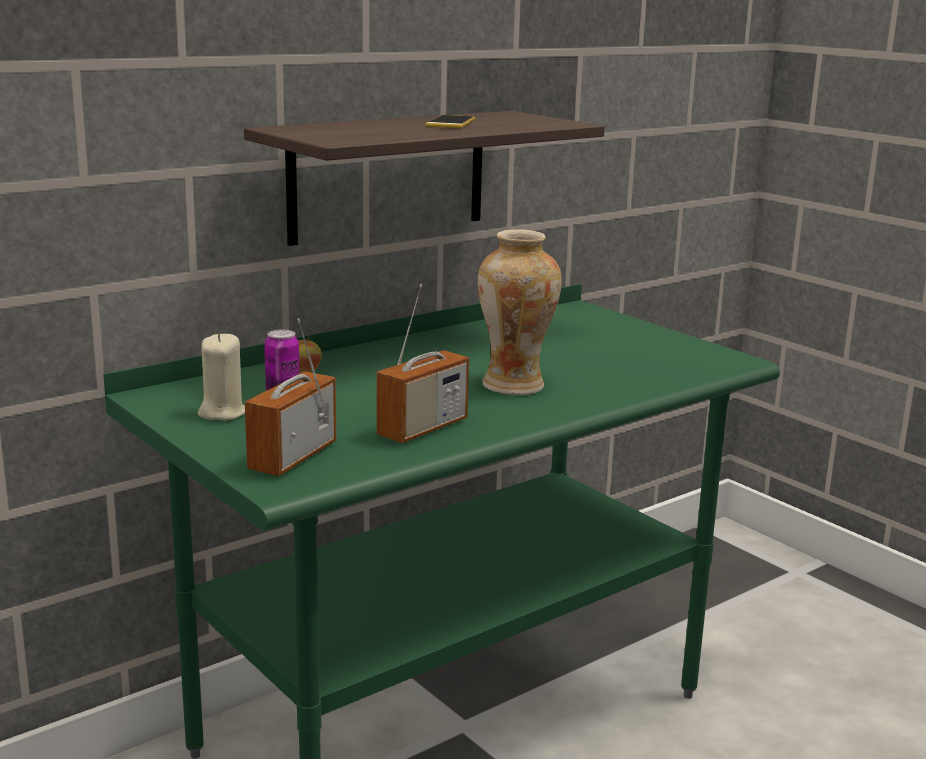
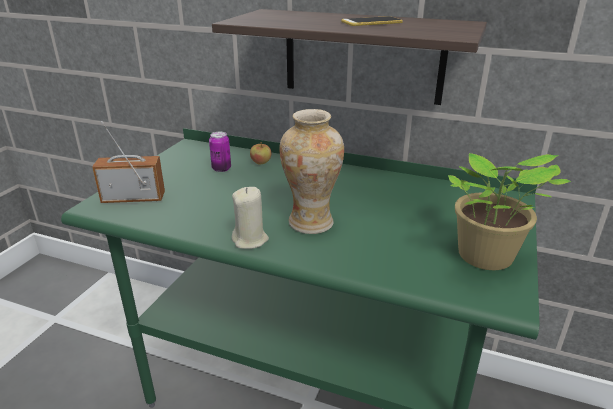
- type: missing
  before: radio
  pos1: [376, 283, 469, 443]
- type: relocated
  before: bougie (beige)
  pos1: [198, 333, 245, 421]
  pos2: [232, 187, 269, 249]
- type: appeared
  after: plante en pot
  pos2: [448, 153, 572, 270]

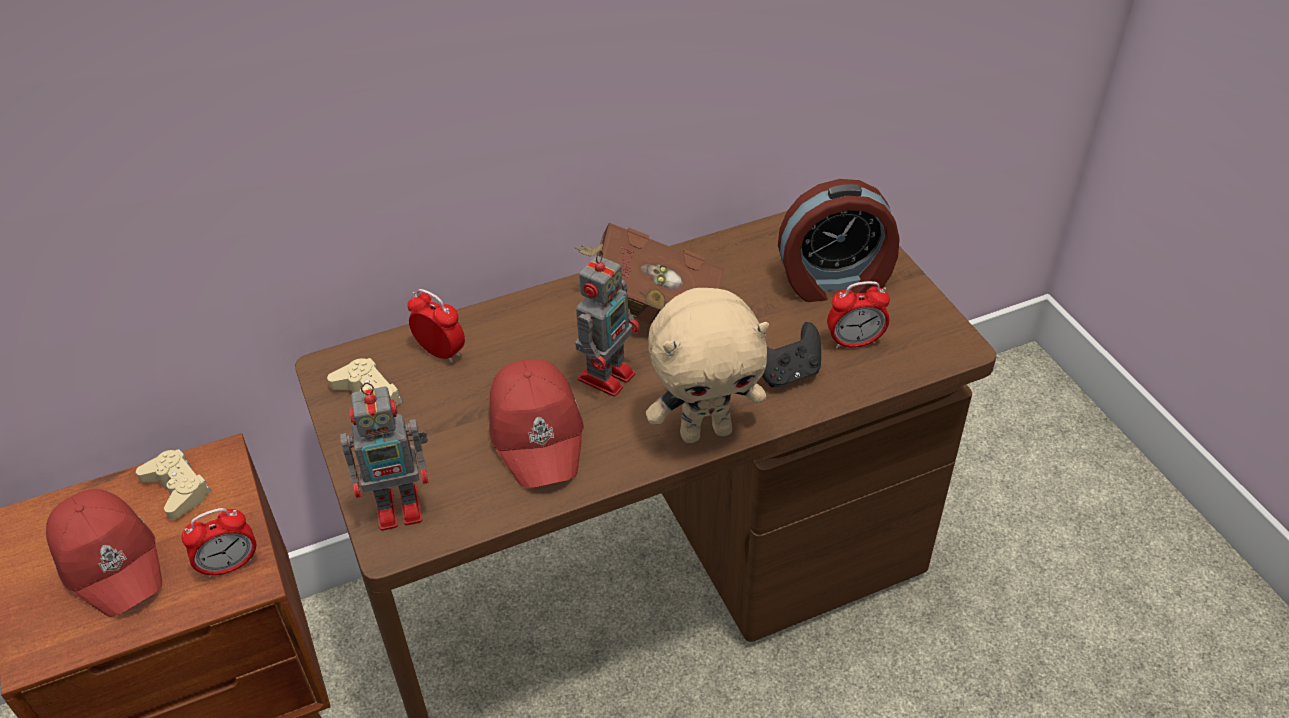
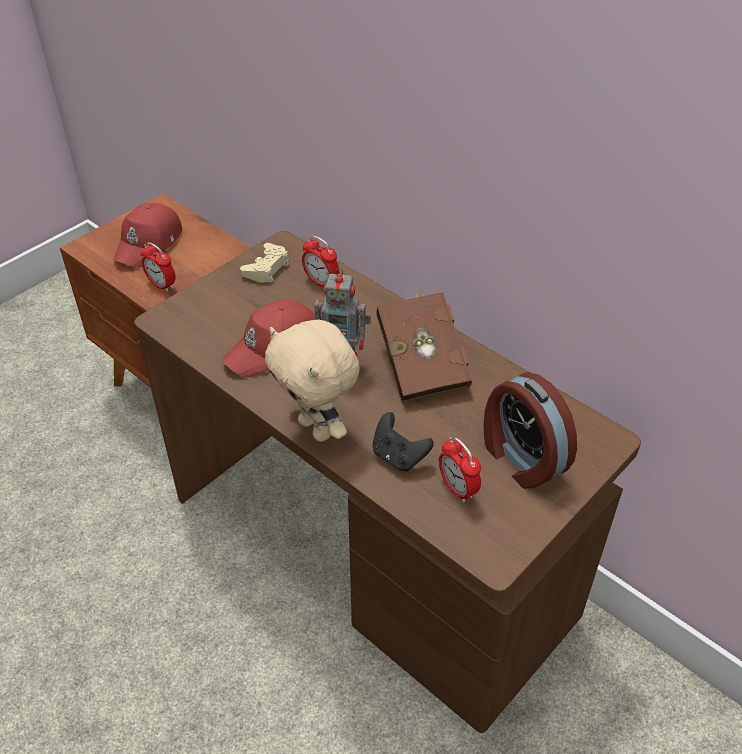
- type: spun
  before: réveil
  pos1: [407, 289, 465, 363]
  pos2: [302, 236, 339, 287]
  turn: 120
- type: missing
  before: robot jouet
  pos1: [340, 383, 429, 531]
- type: missing
  before: manette (beige)
  pos1: [136, 449, 212, 519]

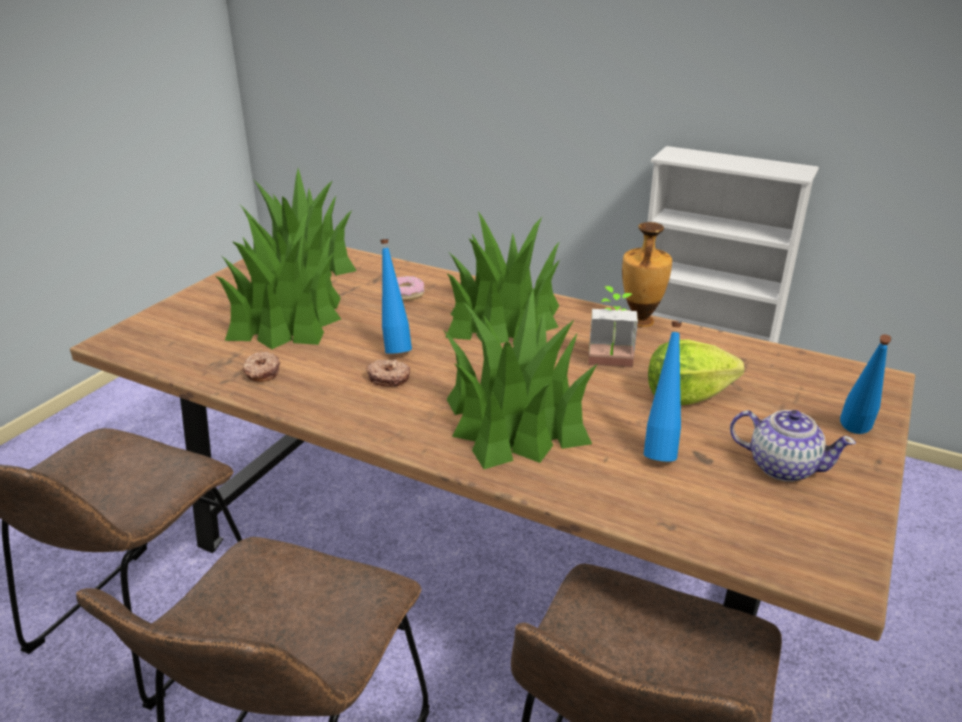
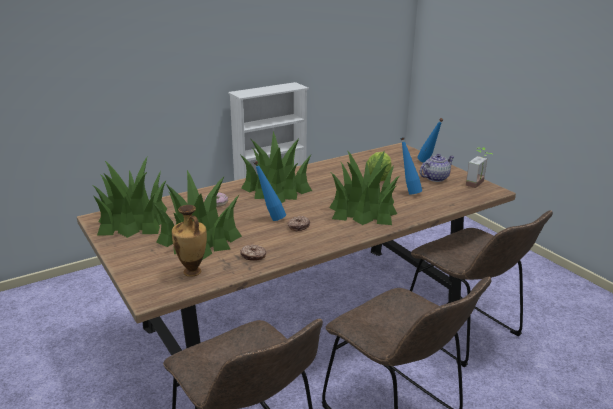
- type: relocated
  before: vase
  pos1: [622, 222, 672, 327]
  pos2: [172, 205, 207, 277]
- type: relocated
  before: plante en pot
  pos1: [588, 286, 638, 368]
  pos2: [466, 147, 494, 188]

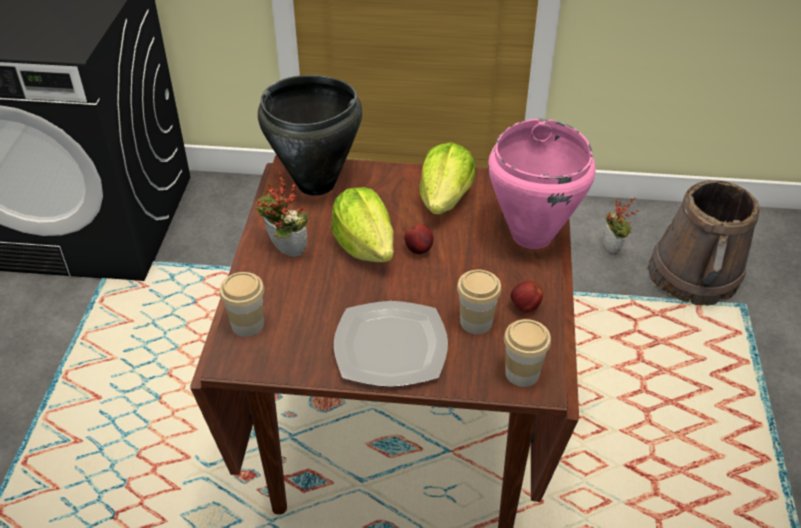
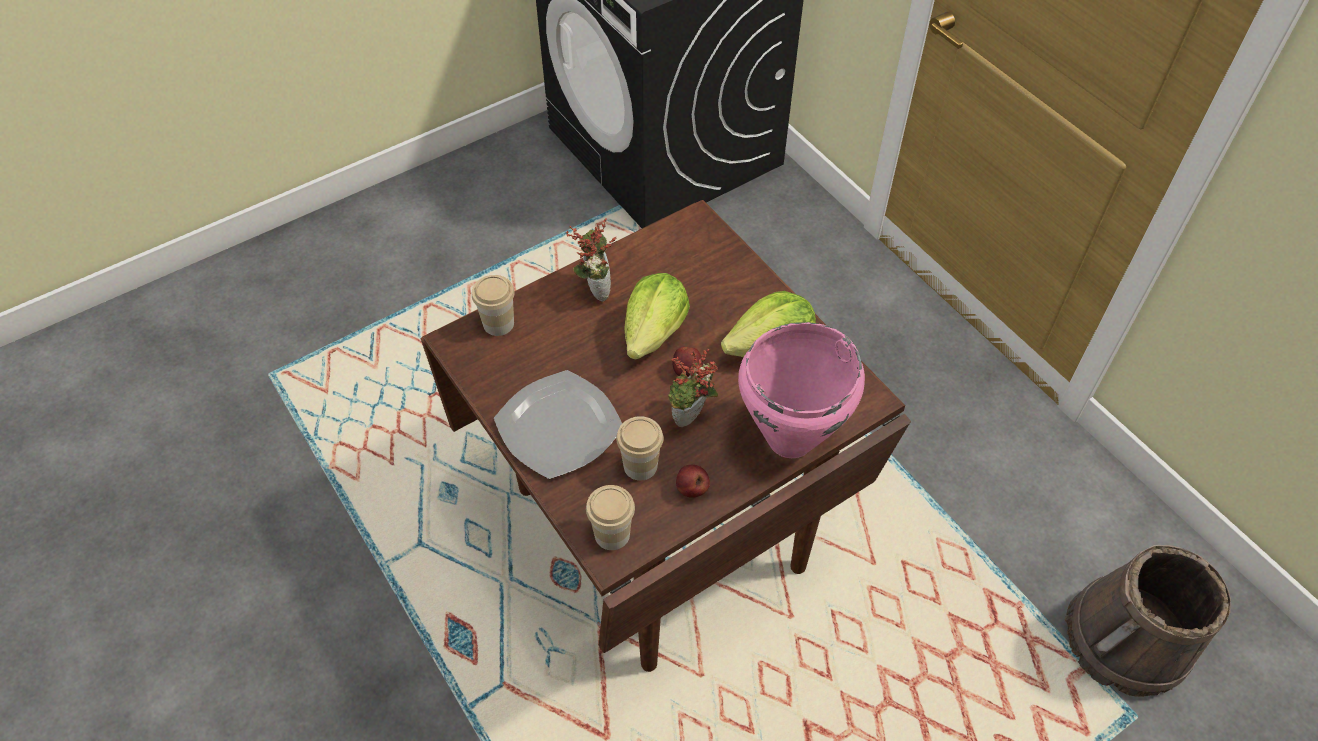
- type: missing
  before: marmite (noir)
  pos1: [258, 75, 363, 196]
- type: relocated
  before: plante en pot
  pos1: [603, 197, 638, 256]
  pos2: [668, 349, 718, 427]

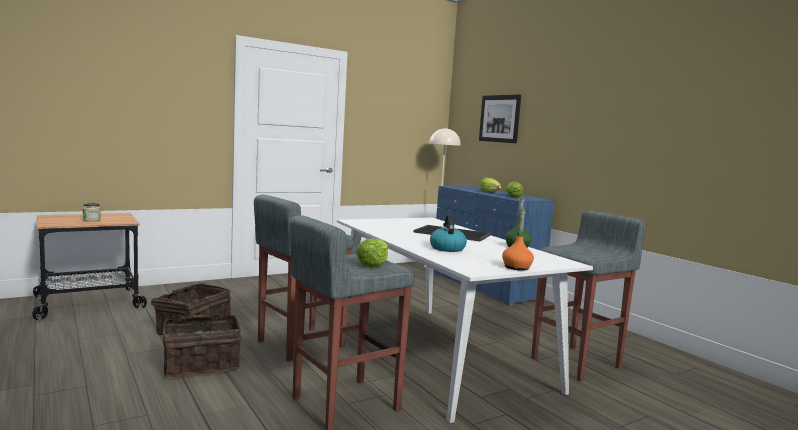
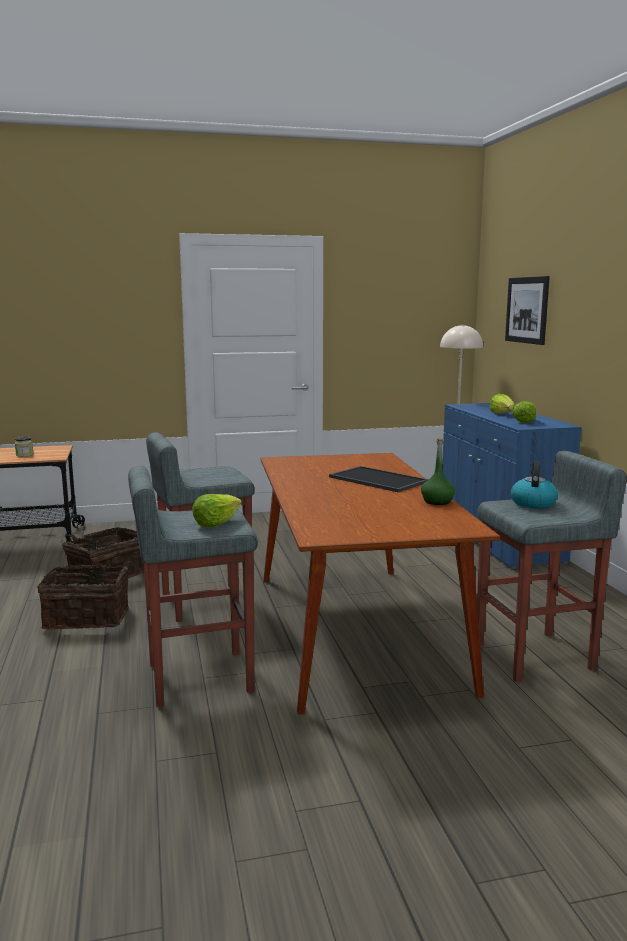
- type: missing
  before: bouteille (orange)
  pos1: [502, 209, 534, 271]
- type: relocated
  before: bouilloire
  pos1: [430, 214, 467, 252]
  pos2: [511, 461, 558, 509]
- type: colour
  before: table à manger (blanc)
  after: table à manger (marron)
  pos1: [337, 218, 593, 423]
  pos2: [261, 453, 500, 715]

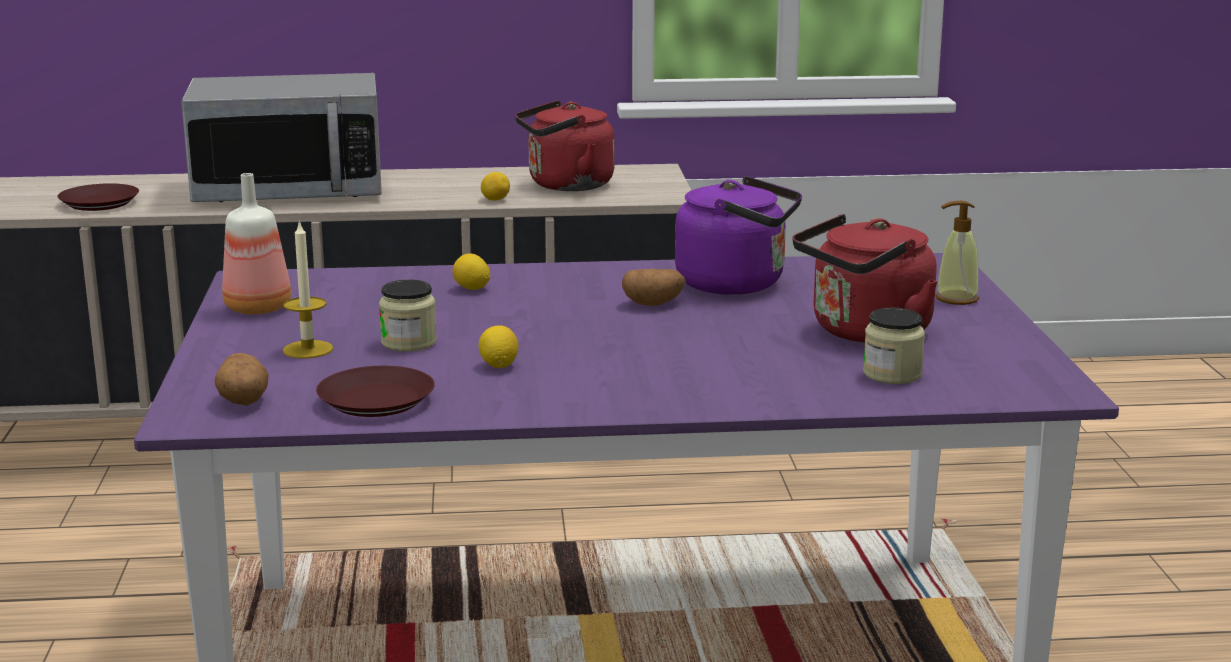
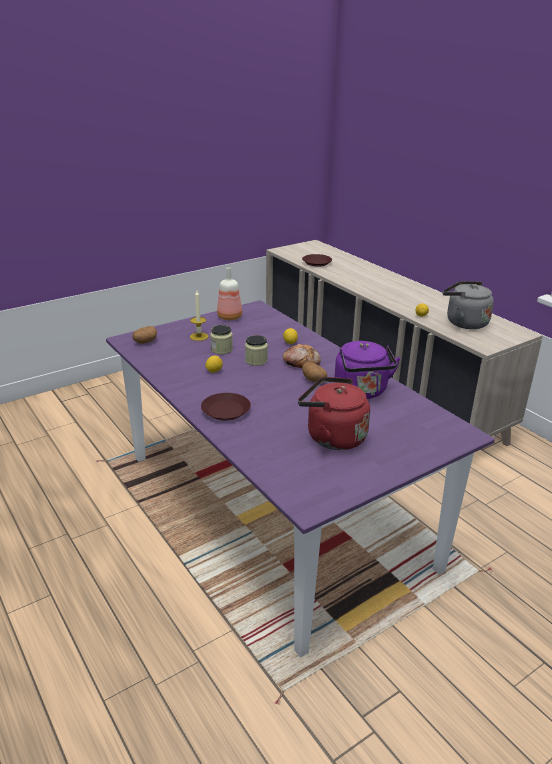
- type: missing
  before: micro-ondes
  pos1: [181, 73, 382, 202]
- type: colour
  before: bouilloire (rouge)
  after: bouilloire (gris)
  pos1: [515, 100, 614, 191]
  pos2: [443, 281, 494, 329]
- type: missing
  before: distributeur de savon
  pos1: [935, 201, 979, 305]
- type: relocated
  before: bocal
  pos1: [863, 308, 925, 384]
  pos2: [245, 335, 268, 366]
- type: relocated
  before: assiette (marron)
  pos1: [316, 366, 435, 417]
  pos2: [201, 393, 251, 421]
- type: appeared
  after: pain
  pos2: [283, 344, 321, 368]

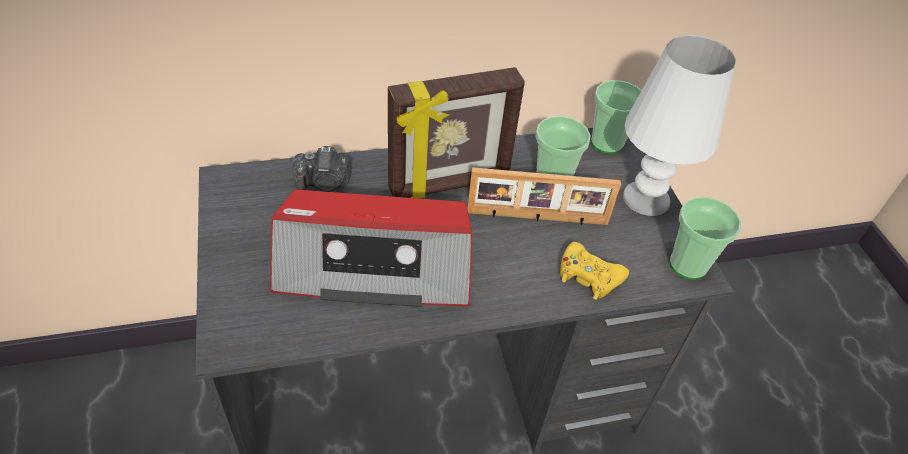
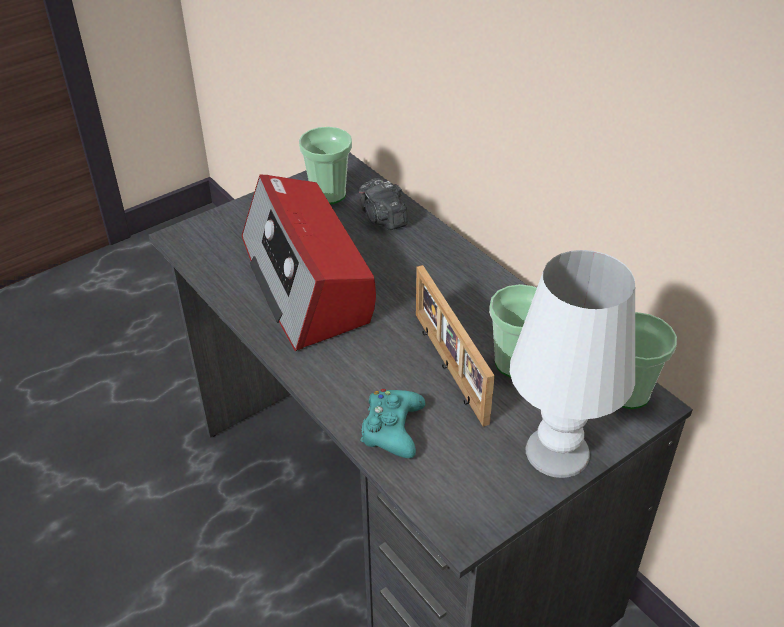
- type: missing
  before: cadre photo
  pos1: [388, 67, 525, 198]
- type: relocated
  before: tasse
  pos1: [669, 197, 741, 280]
  pos2: [299, 127, 352, 204]
- type: colour
  before: manette (jaune)
  after: manette (turquoise)
  pos1: [560, 242, 629, 300]
  pos2: [360, 389, 425, 458]

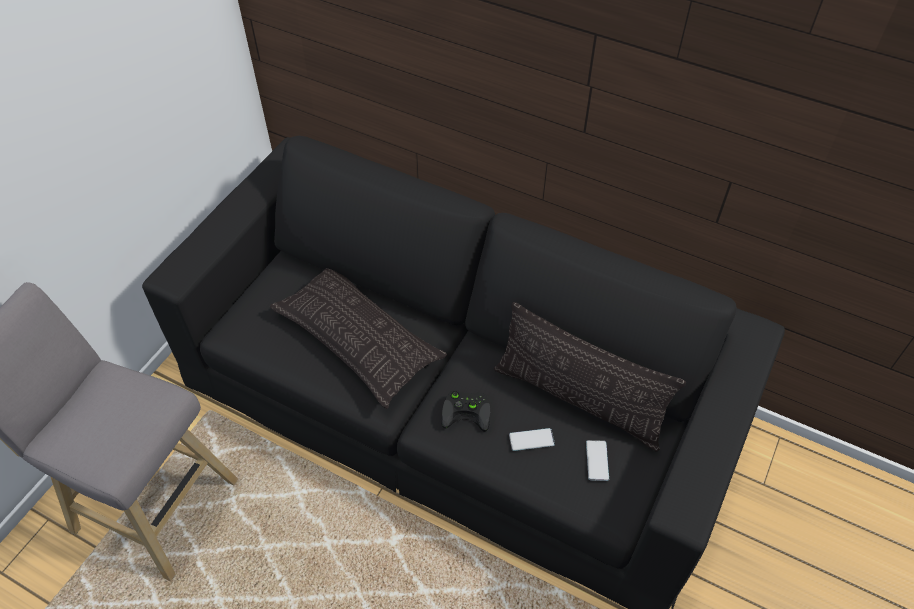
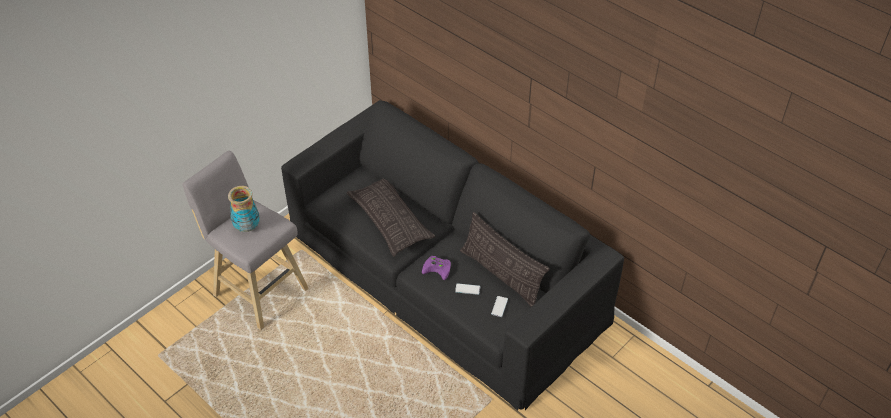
- type: colour
  before: manette (noir)
  after: manette (violet)
  pos1: [442, 390, 490, 432]
  pos2: [422, 256, 451, 280]
- type: appeared
  after: vase
  pos2: [228, 186, 260, 232]

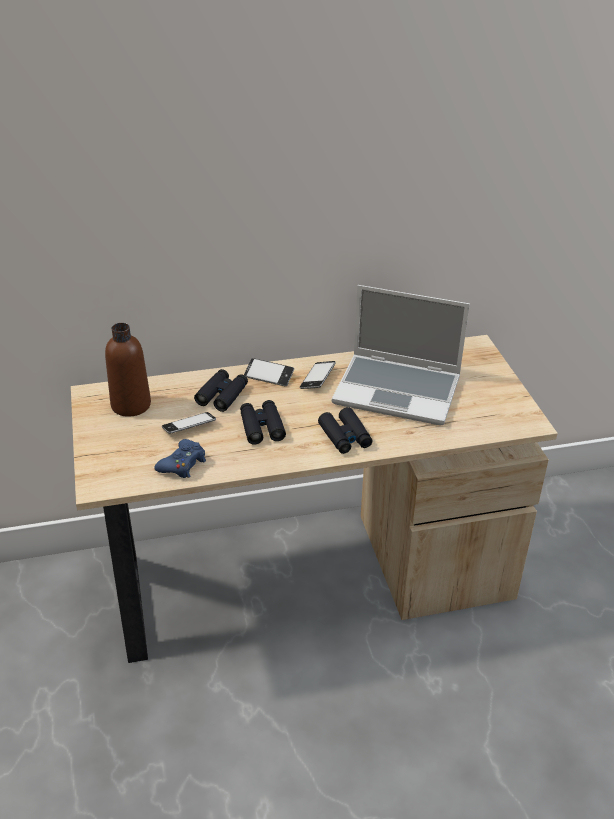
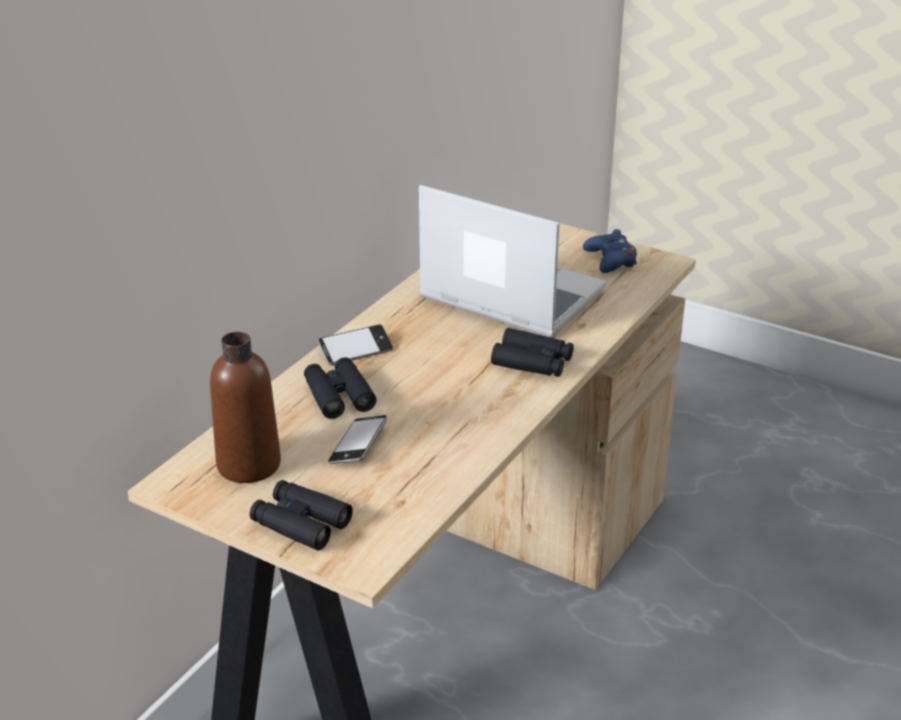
- type: spun
  before: ordinateur portable
  pos1: [332, 285, 470, 425]
  pos2: [419, 185, 606, 337]
  turn: -120
- type: missing
  before: téléphone
  pos1: [300, 361, 336, 389]
- type: relocated
  before: jumelles (noir)
  pos1: [240, 400, 286, 445]
  pos2: [250, 480, 353, 551]
- type: relocated
  before: manette (bleu)
  pos1: [154, 439, 206, 478]
  pos2: [583, 229, 637, 273]

